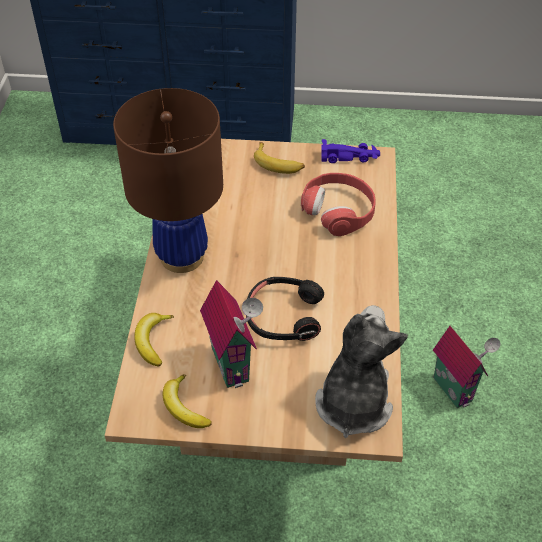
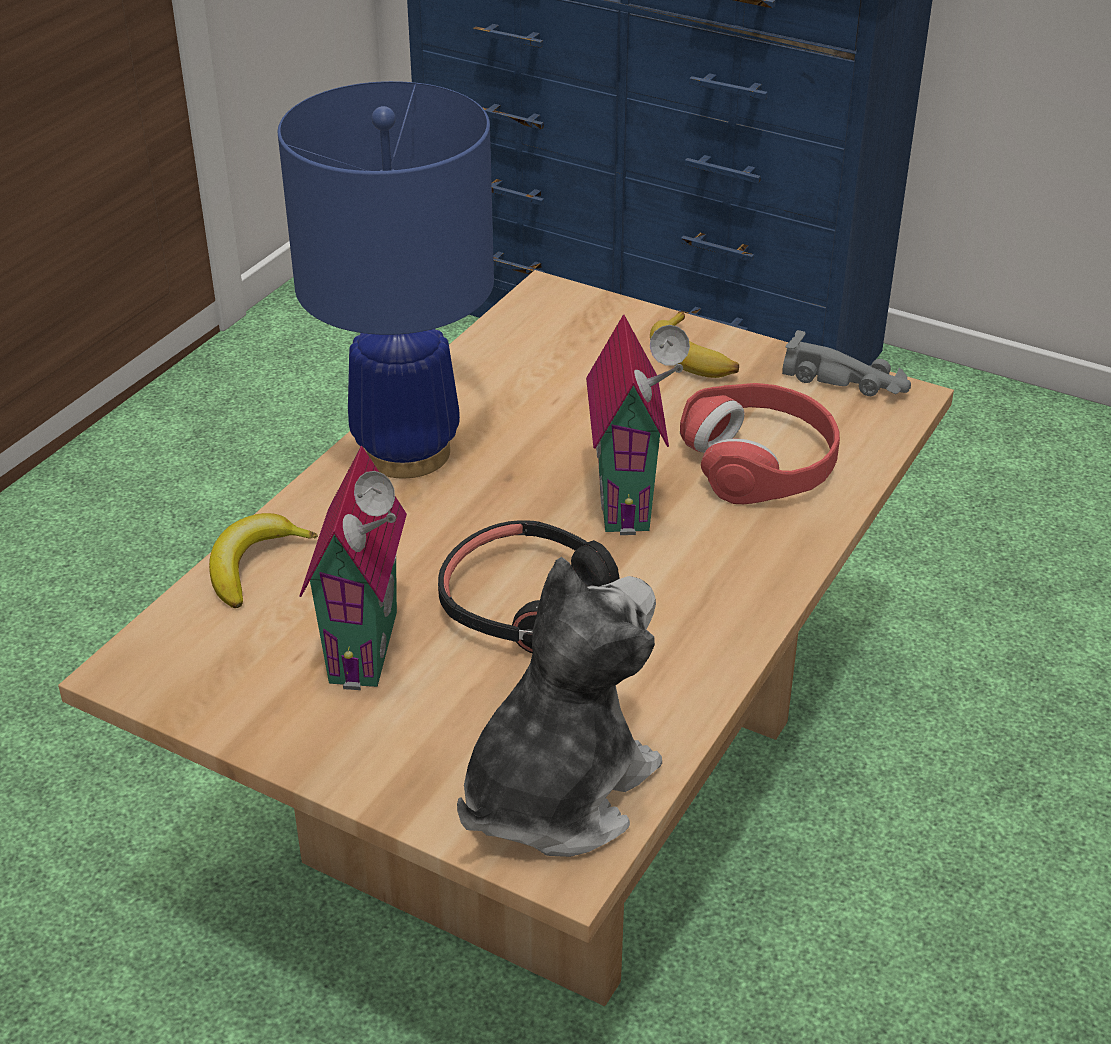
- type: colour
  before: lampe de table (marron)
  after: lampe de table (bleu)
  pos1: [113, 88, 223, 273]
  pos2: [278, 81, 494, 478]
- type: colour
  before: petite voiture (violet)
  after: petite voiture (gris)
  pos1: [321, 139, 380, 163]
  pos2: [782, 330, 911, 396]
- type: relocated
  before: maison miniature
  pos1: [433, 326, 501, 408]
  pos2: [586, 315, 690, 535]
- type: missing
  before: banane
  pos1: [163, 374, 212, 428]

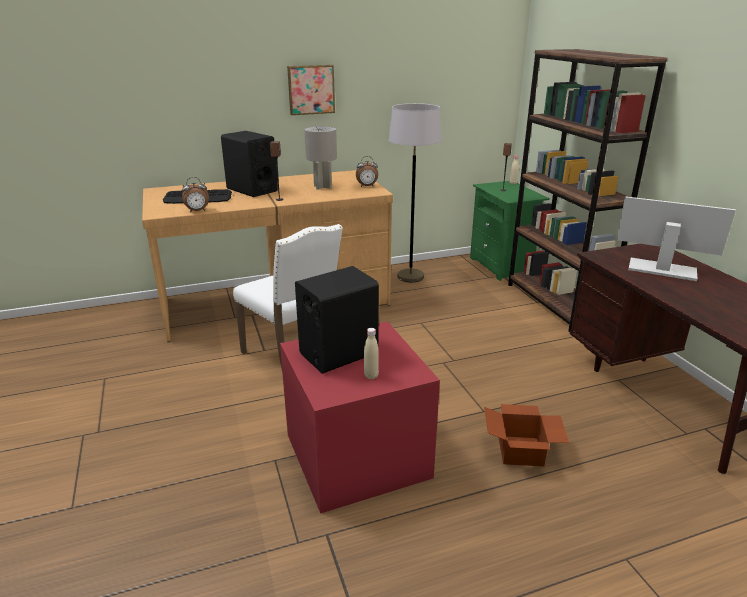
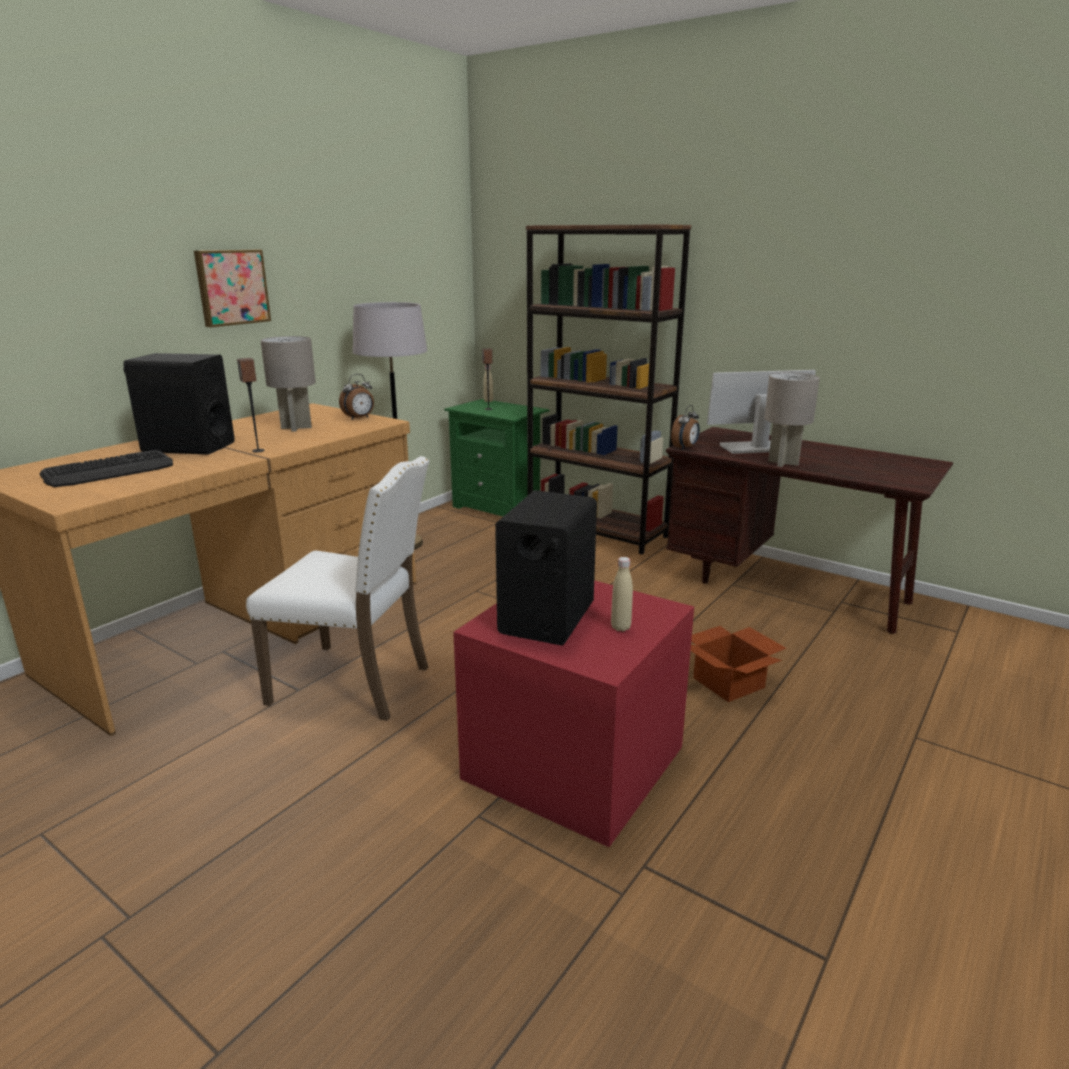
- type: relocated
  before: réveil
  pos1: [182, 177, 209, 212]
  pos2: [671, 405, 700, 450]
- type: appeared
  after: lampe de table (gris)
  pos2: [764, 372, 820, 467]

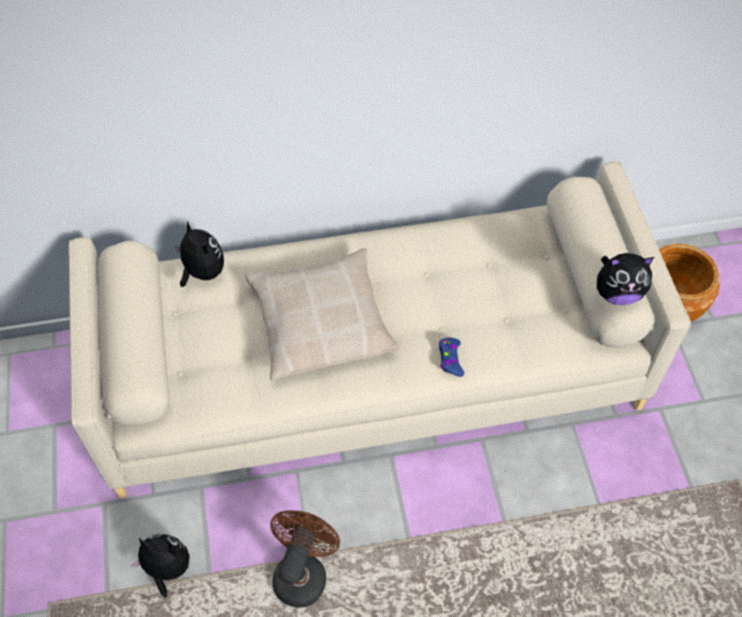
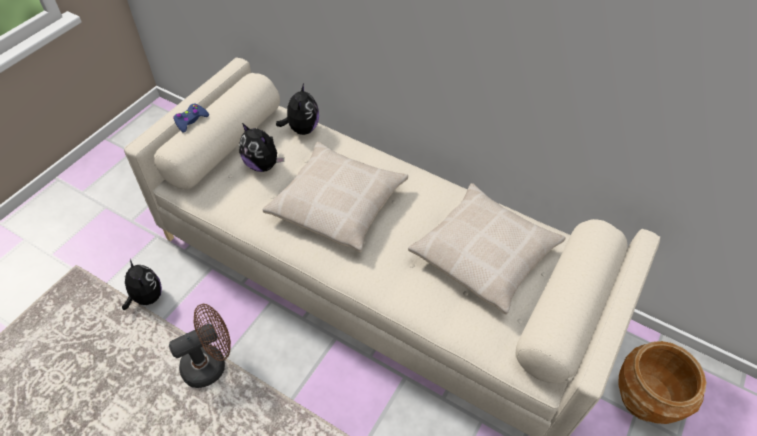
- type: relocated
  before: peluche
  pos1: [597, 253, 654, 305]
  pos2: [239, 123, 284, 172]
- type: relocated
  before: manette (bleu)
  pos1: [439, 338, 464, 377]
  pos2: [173, 103, 209, 133]
- type: appeared
  after: coussin (beige)
  pos2: [408, 183, 566, 315]

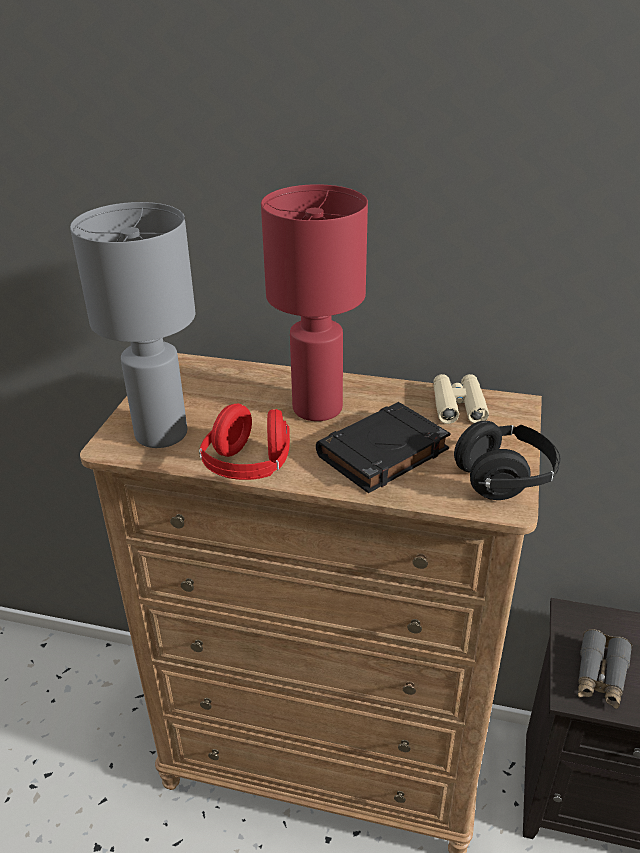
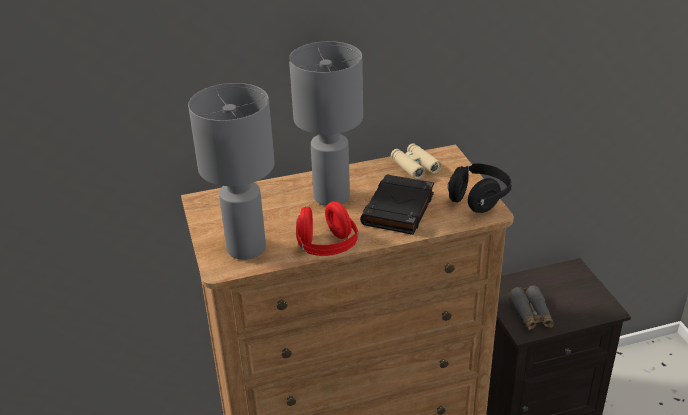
- type: colour
  before: lampe de table (rouge)
  after: lampe de table (gris)
  pos1: [261, 184, 368, 421]
  pos2: [289, 41, 363, 206]

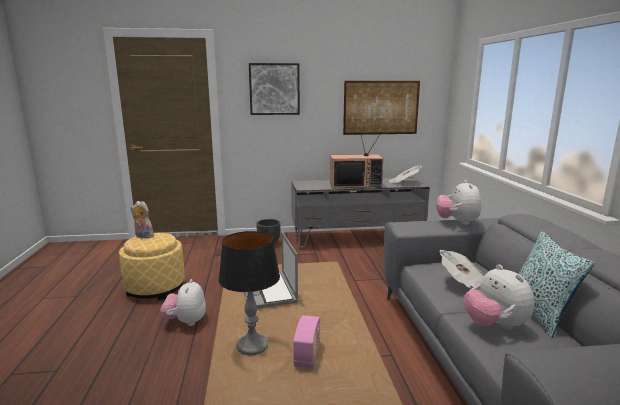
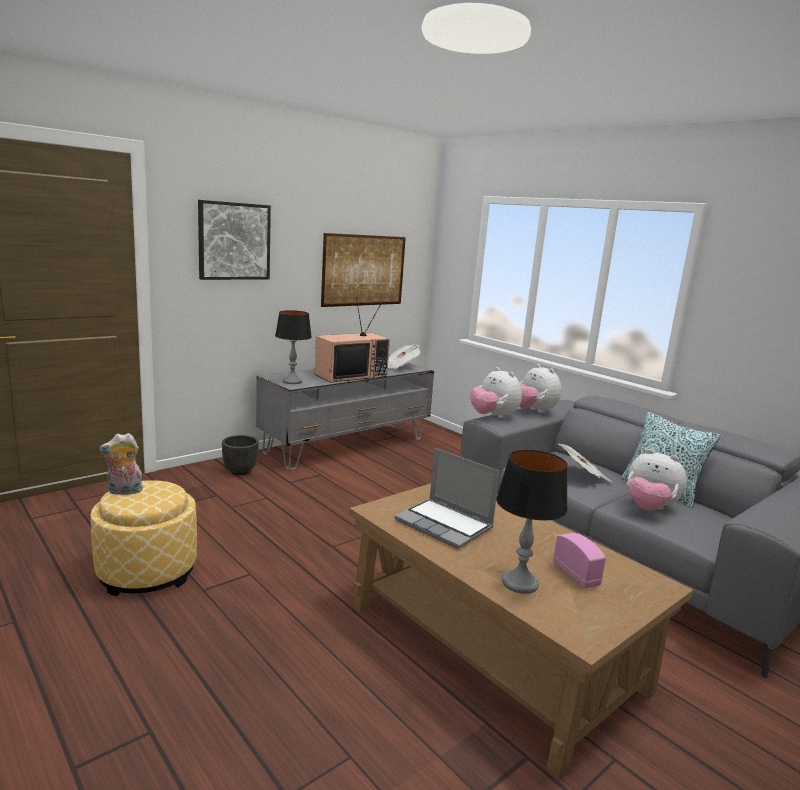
- type: relocated
  before: peluche
  pos1: [160, 279, 206, 326]
  pos2: [470, 367, 522, 419]
- type: appeared
  after: lampe de table
  pos2: [275, 310, 312, 384]

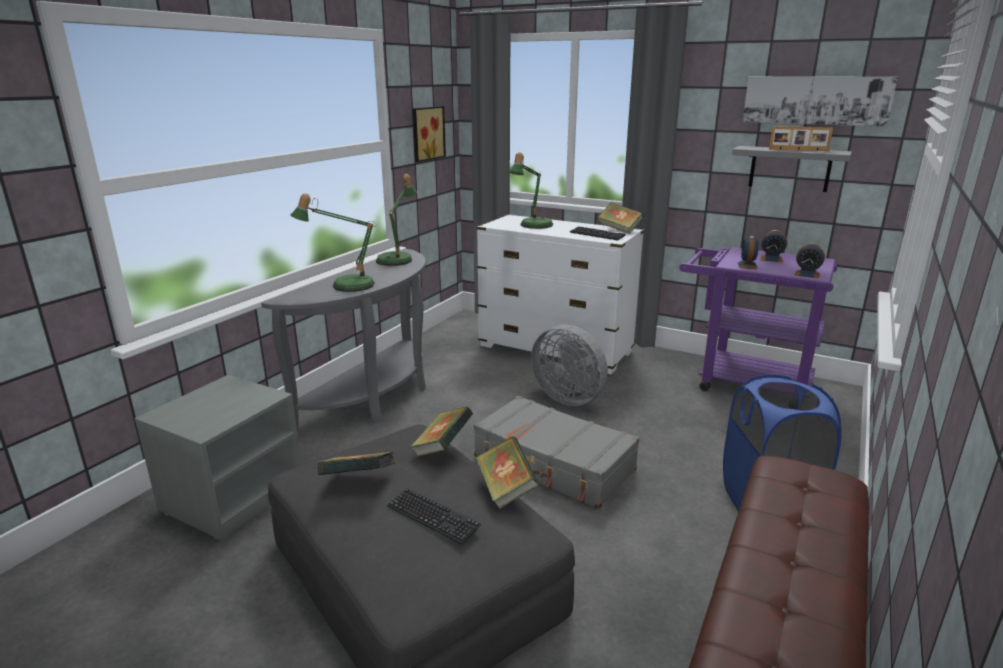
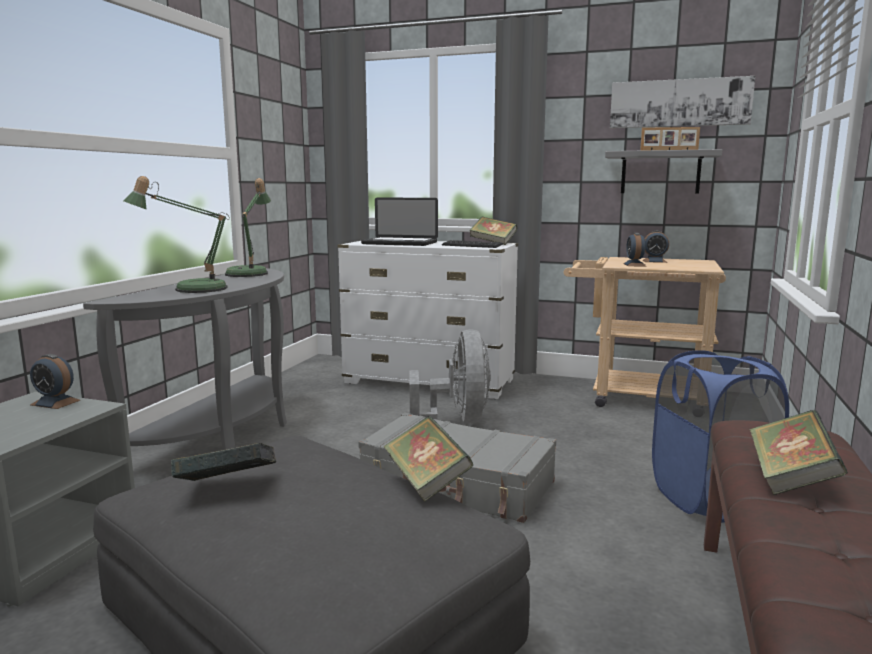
- type: missing
  before: tableau
  pos1: [413, 106, 446, 162]
- type: exchanged
  before: lampe de table
  after: ordinateur portable
  pos1: [509, 152, 553, 229]
  pos2: [361, 197, 438, 246]
- type: relocated
  before: réveil
  pos1: [795, 243, 825, 279]
  pos2: [30, 354, 80, 409]
- type: colour
  before: chariot (violet)
  after: chariot (beige)
  pos1: [679, 247, 837, 391]
  pos2: [564, 257, 726, 407]
- type: spun
  before: ventilateur (gris)
  pos1: [531, 325, 608, 406]
  pos2: [409, 329, 491, 424]
  turn: -120
- type: relocated
  before: livre
  pos1: [411, 406, 473, 457]
  pos2: [749, 410, 848, 495]
- type: missing
  before: clavier
  pos1: [387, 488, 481, 545]

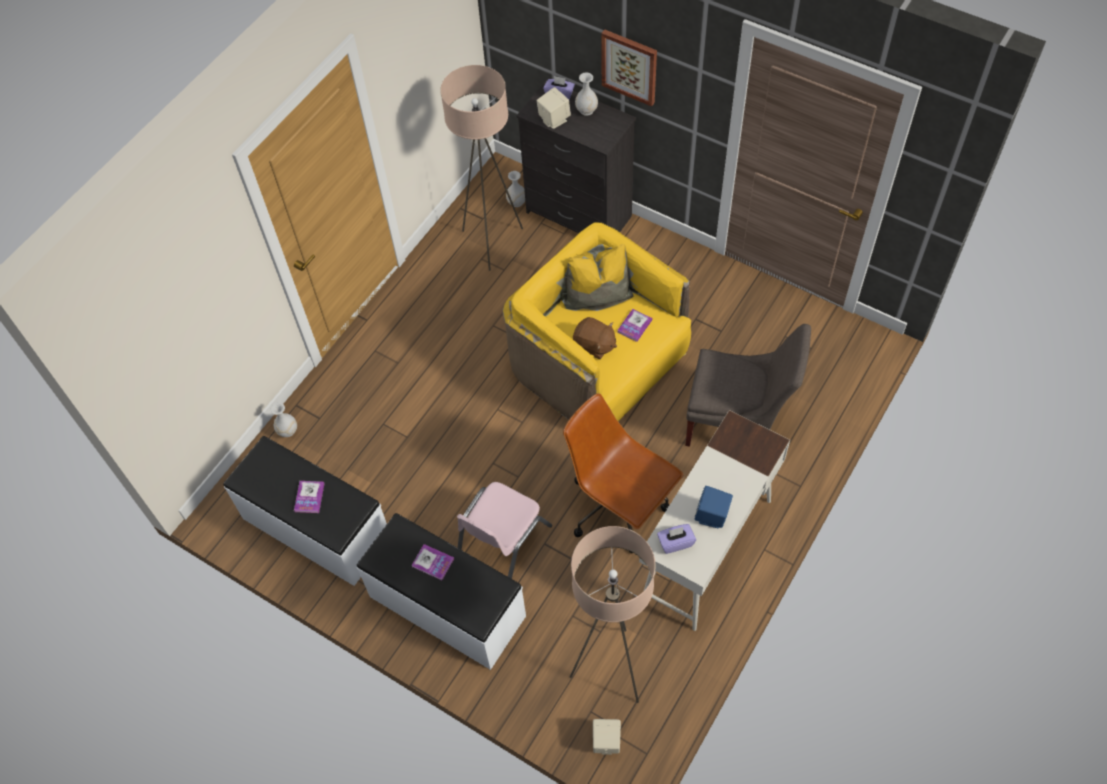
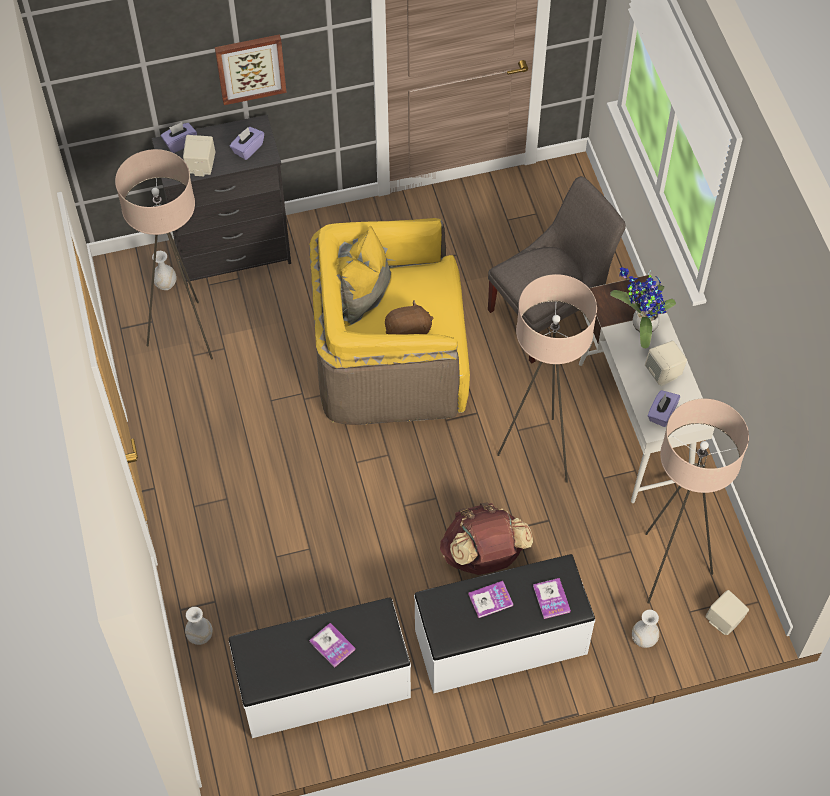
- type: relocated
  before: vase (blanc)
  pos1: [575, 72, 598, 116]
  pos2: [632, 610, 659, 648]
- type: relocated
  before: livre
  pos1: [617, 309, 652, 342]
  pos2: [533, 578, 571, 619]
- type: exchanged
  before: chaise de bureau (marron)
  after: lampadaire (beige)
  pos1: [563, 393, 684, 553]
  pos2: [497, 274, 597, 483]
- type: exchanged
  before: chaise (rose)
  after: sac à dos (marron)
  pos1: [457, 482, 552, 579]
  pos2: [440, 503, 533, 575]
- type: colour
  before: enceinte (bleu)
  after: enceinte (beige)
  pos1: [695, 486, 733, 528]
  pos2: [645, 341, 687, 386]
- type: appeared
  after: boîte à mouchoirs (violet)
  pos2: [230, 127, 264, 160]
- type: appeared
  after: plante en pot
  pos2: [610, 267, 676, 348]

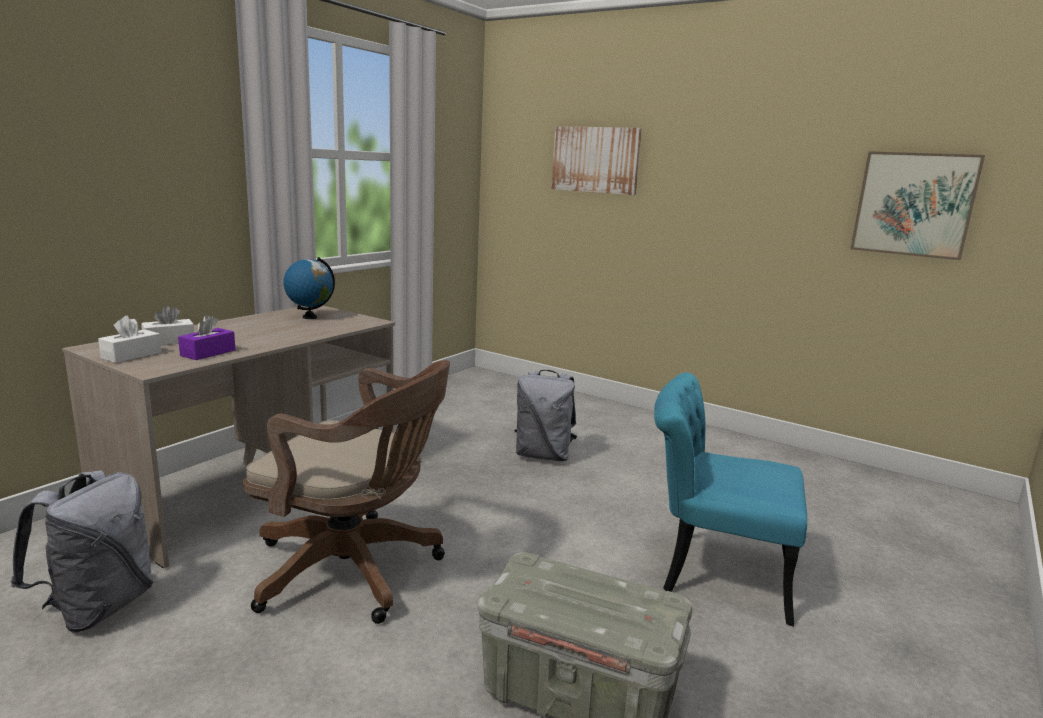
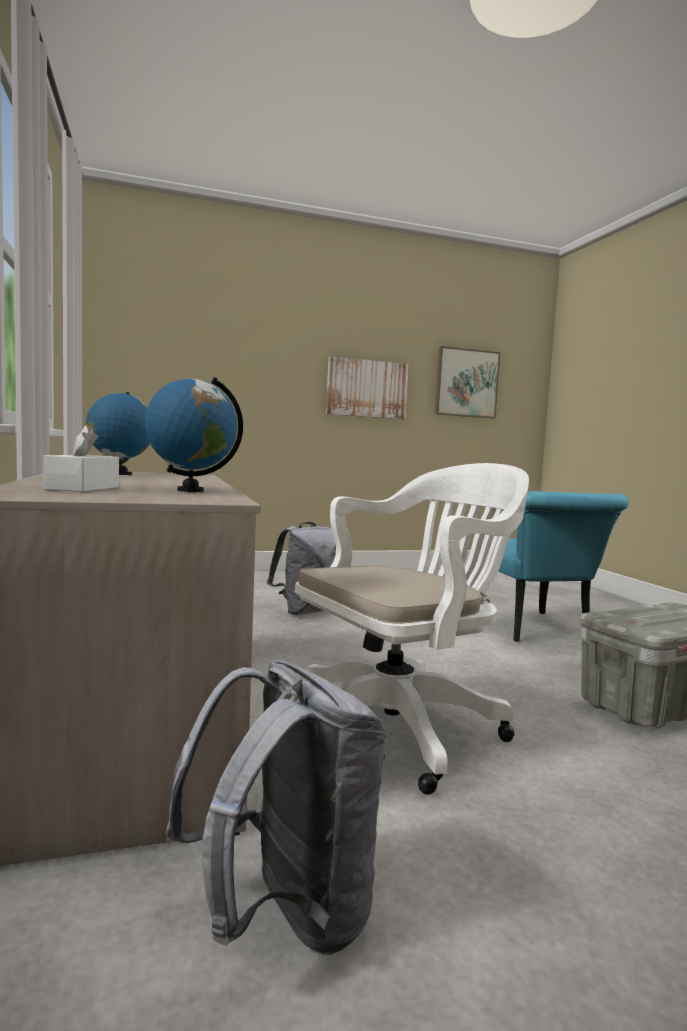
- type: relocated
  before: tableau
  pos1: [552, 126, 642, 195]
  pos2: [326, 356, 409, 419]
- type: exchanged
  before: boîte à mouchoirs (violet)
  after: globe
  pos1: [178, 315, 236, 360]
  pos2: [145, 377, 243, 492]
- type: missing
  before: boîte à mouchoirs (blanc)
  pos1: [98, 316, 161, 363]
- type: colour
  before: chaise de bureau (marron)
  after: chaise de bureau (blanc)
  pos1: [243, 360, 450, 624]
  pos2: [295, 463, 529, 795]
- type: spun
  before: chaise (turquoise)
  pos1: [654, 372, 807, 626]
  pos2: [498, 491, 629, 642]
  turn: -75

